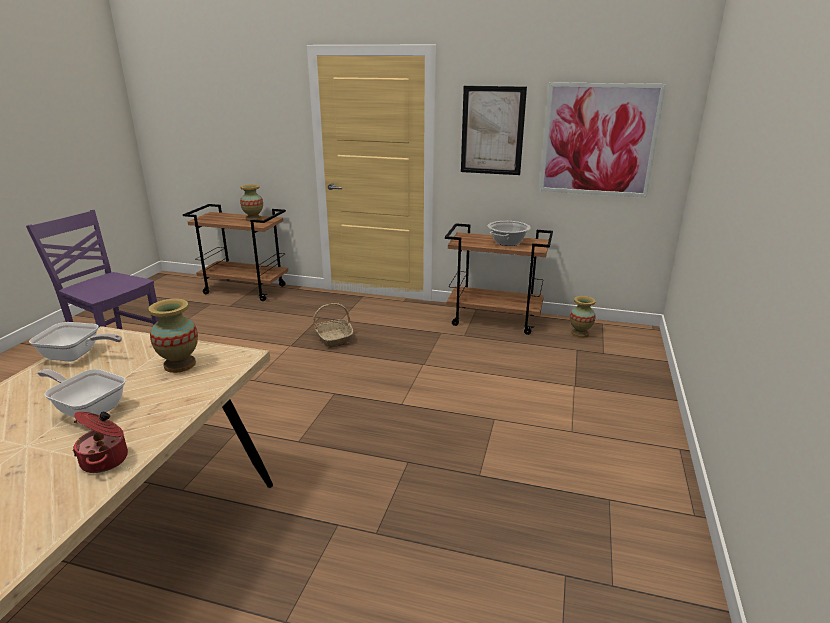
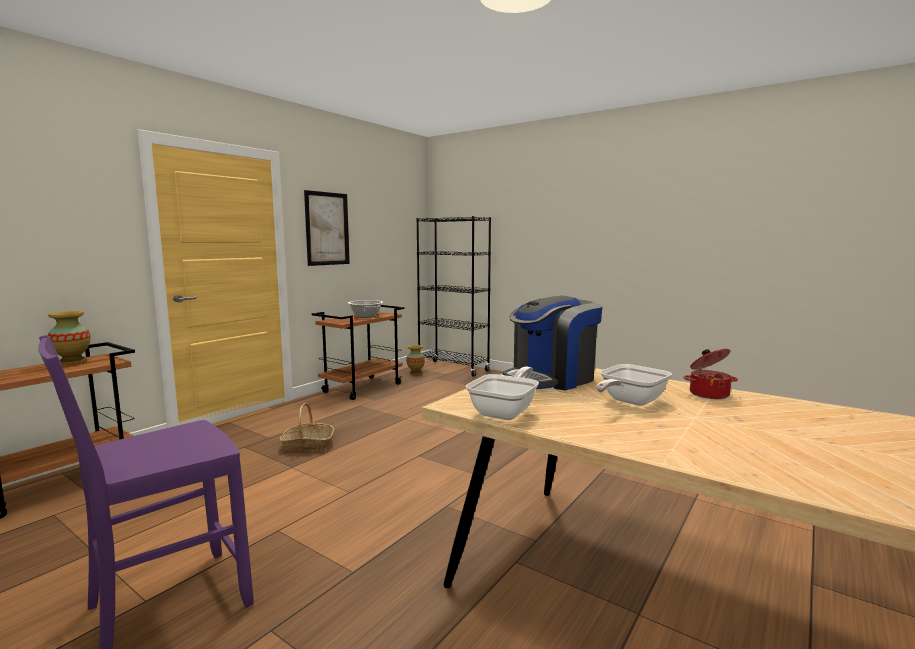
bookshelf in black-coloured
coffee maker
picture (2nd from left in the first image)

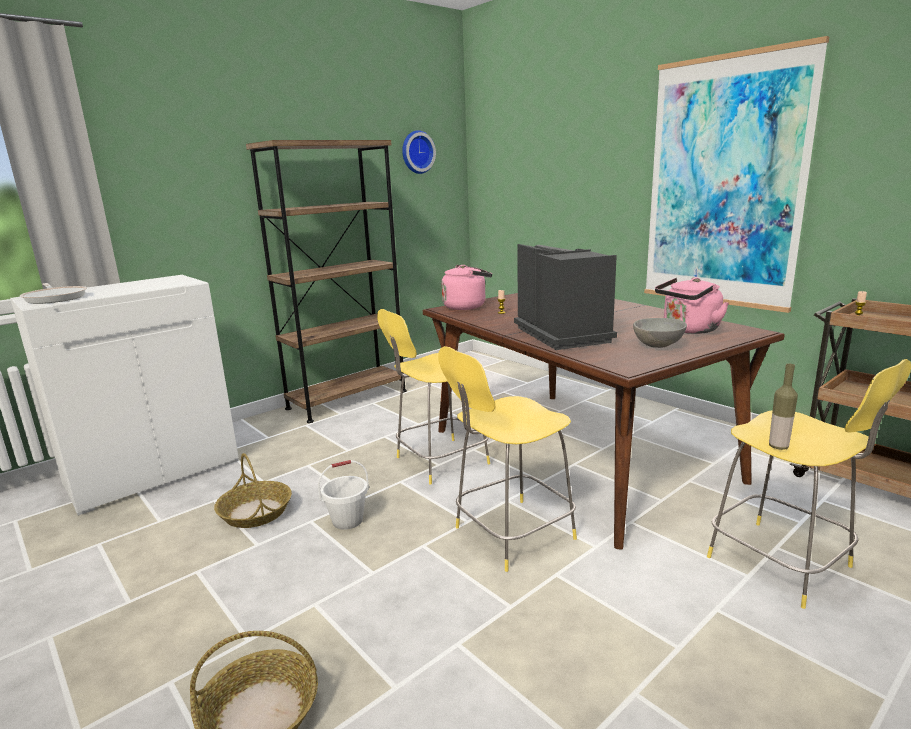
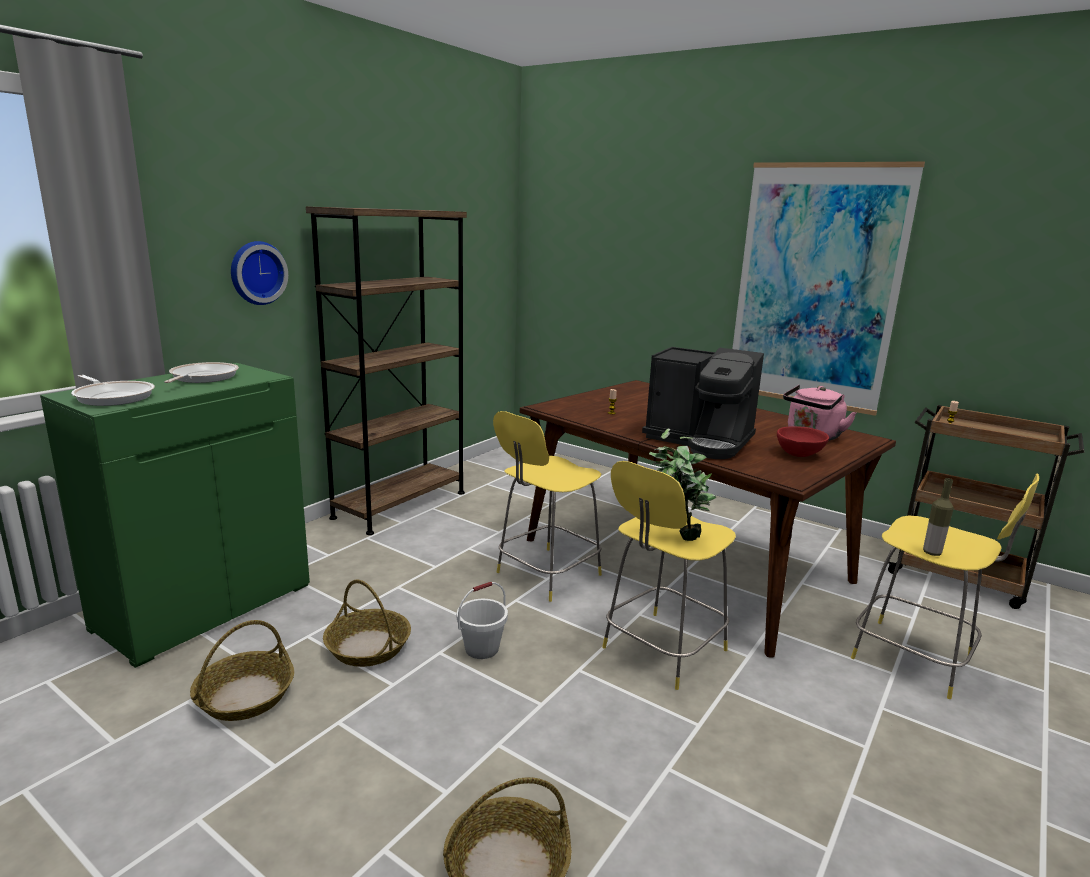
cupboard in green-coloured
pan (2nd from left)
storage basket (1st from left)
clock on the wall
coffee maker
potted plant
serving bowl in reddish
tea kettle in pink-coloured (1st from left in the first image)

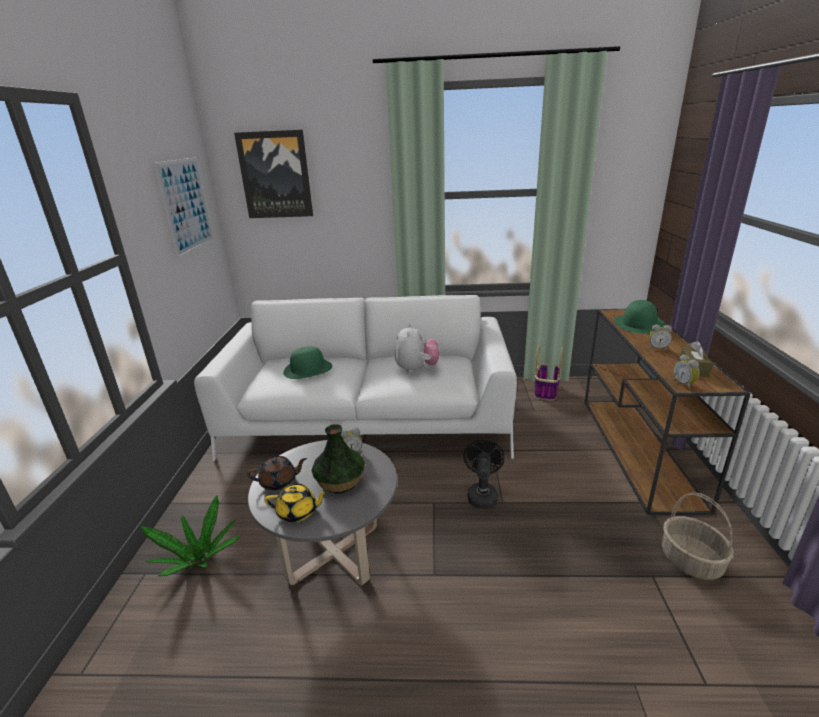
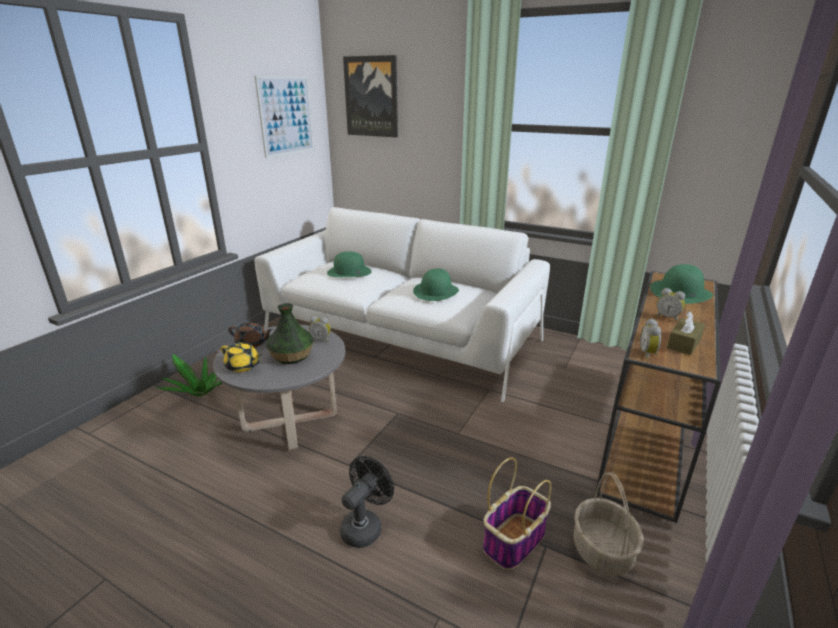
fan in black-coloured
hat in green-coloured (2nd from left)
storage basket (1st from left)

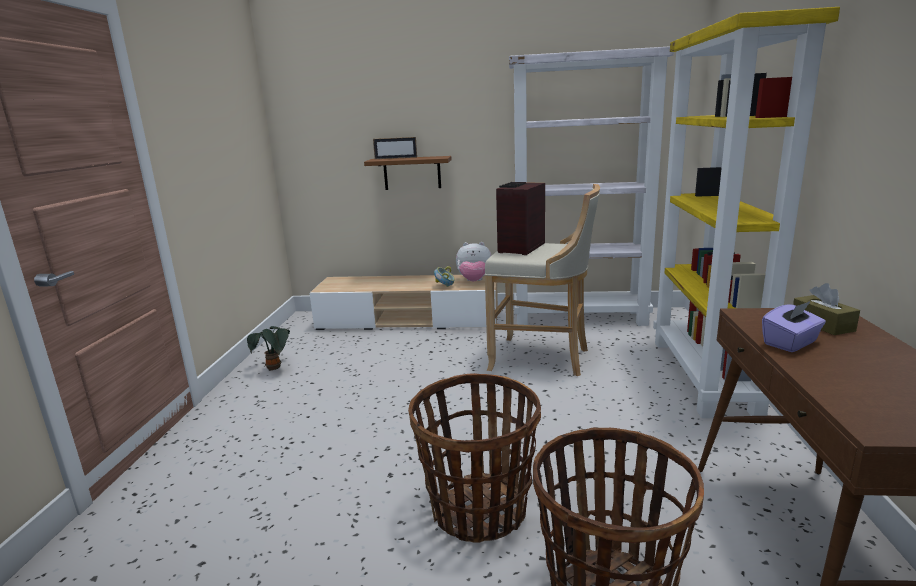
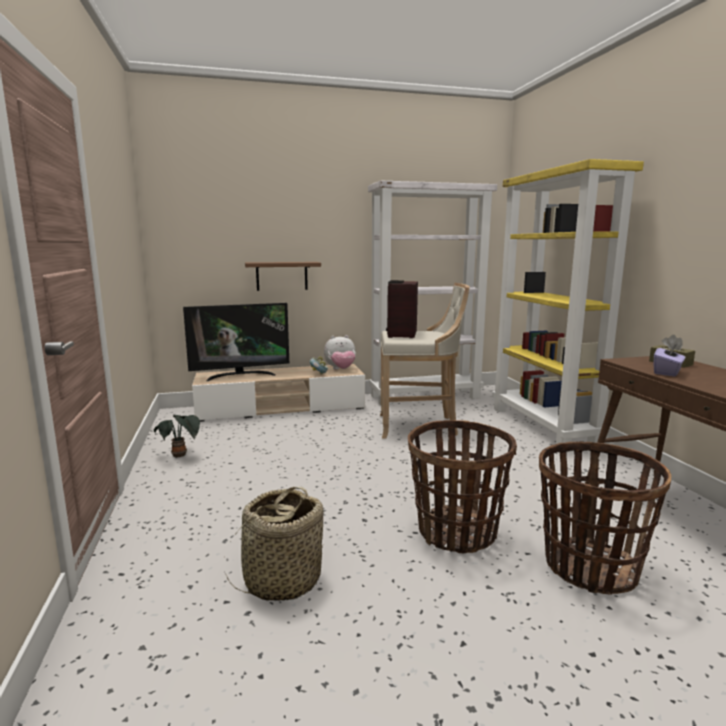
TV
storage basket (1st from left)
standing frame

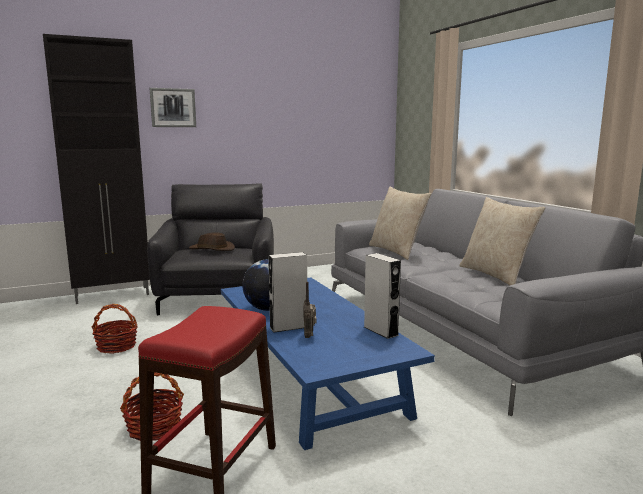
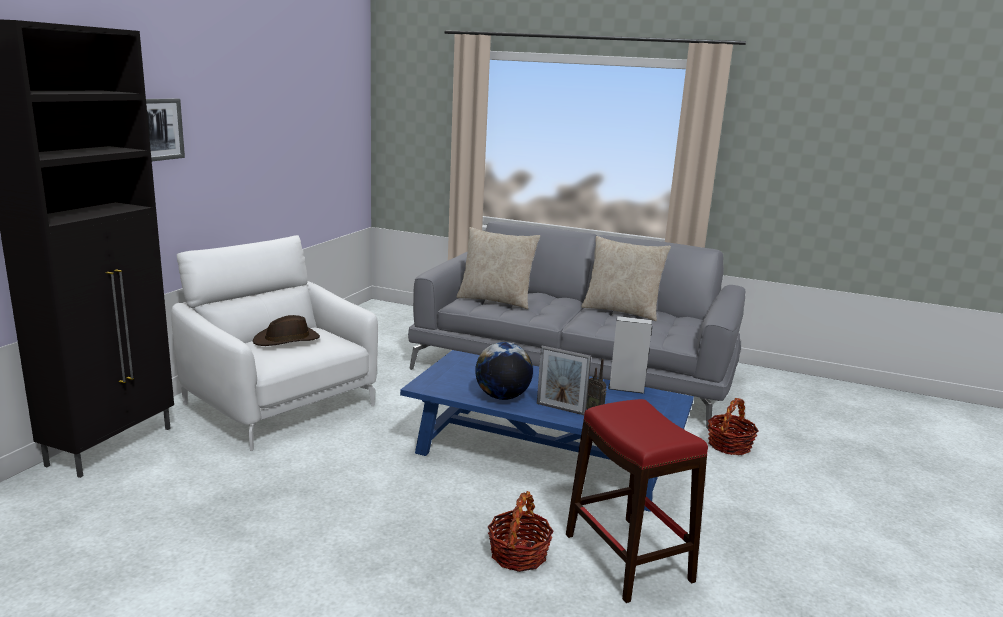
lounge chair in whitish
standing frame
storage basket (2nd from left)

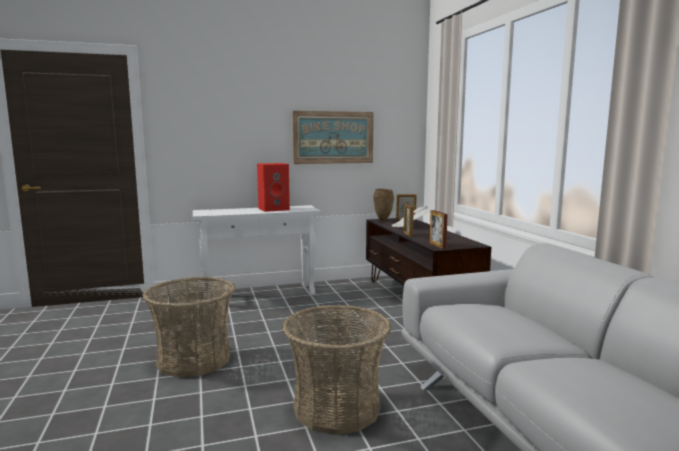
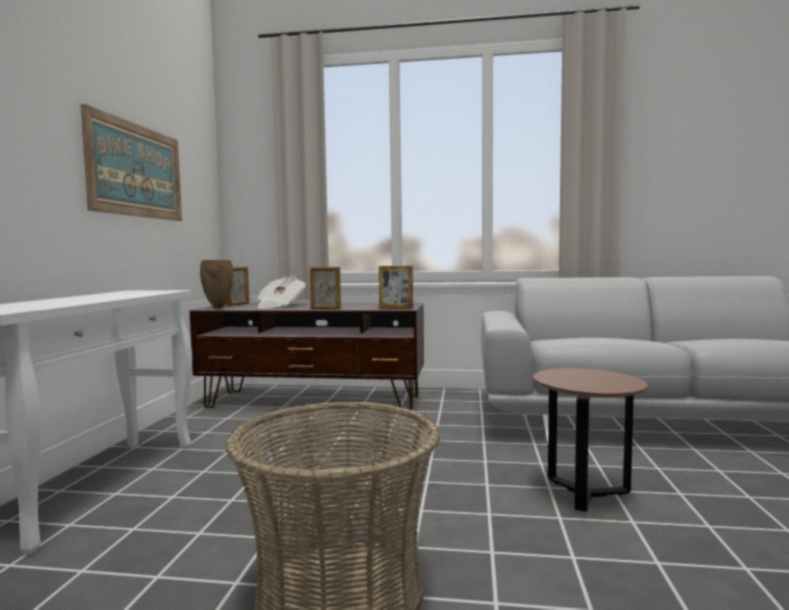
end table in brownish
audio speaker in reddish

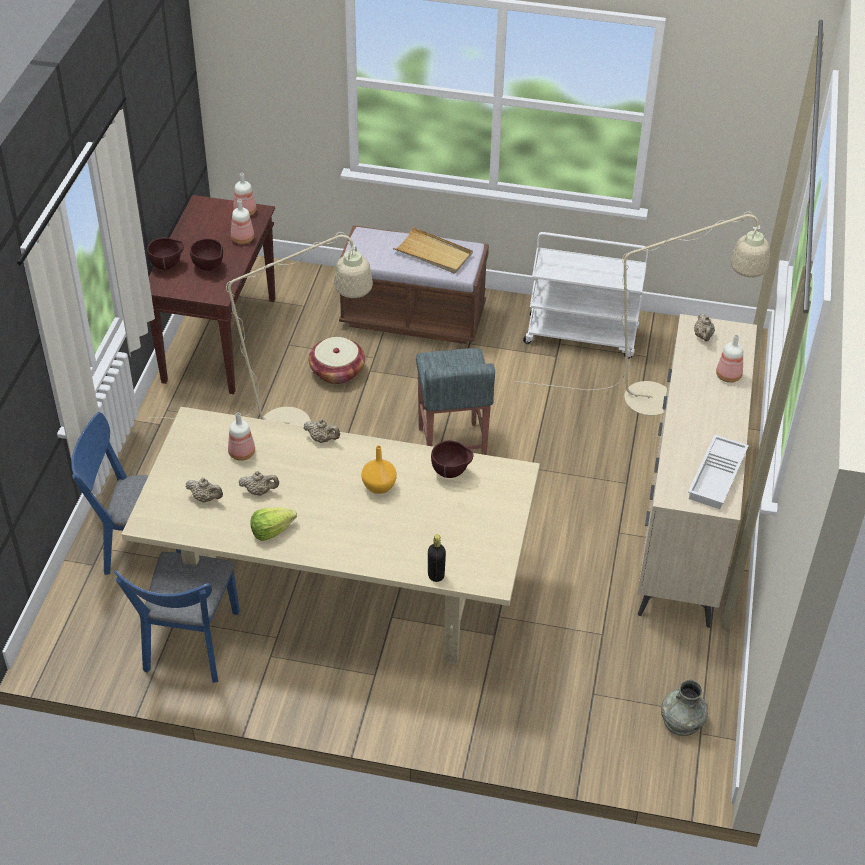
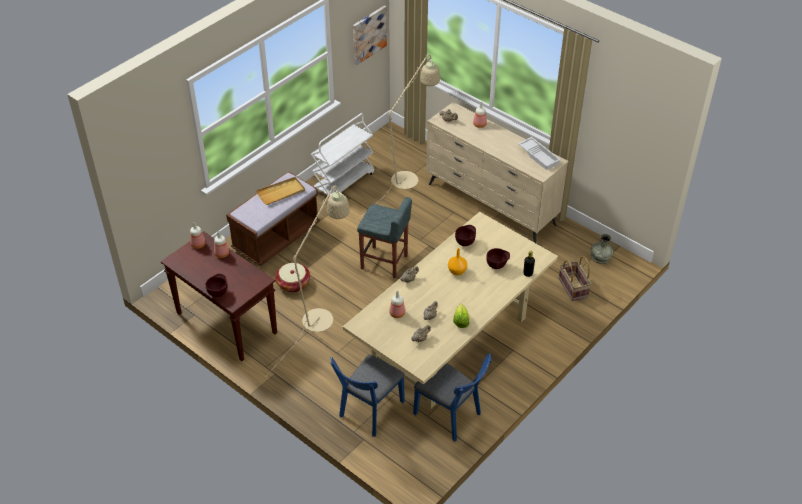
picture
serving bowl in brownish (3rd from left)
storage basket (2nd from left)

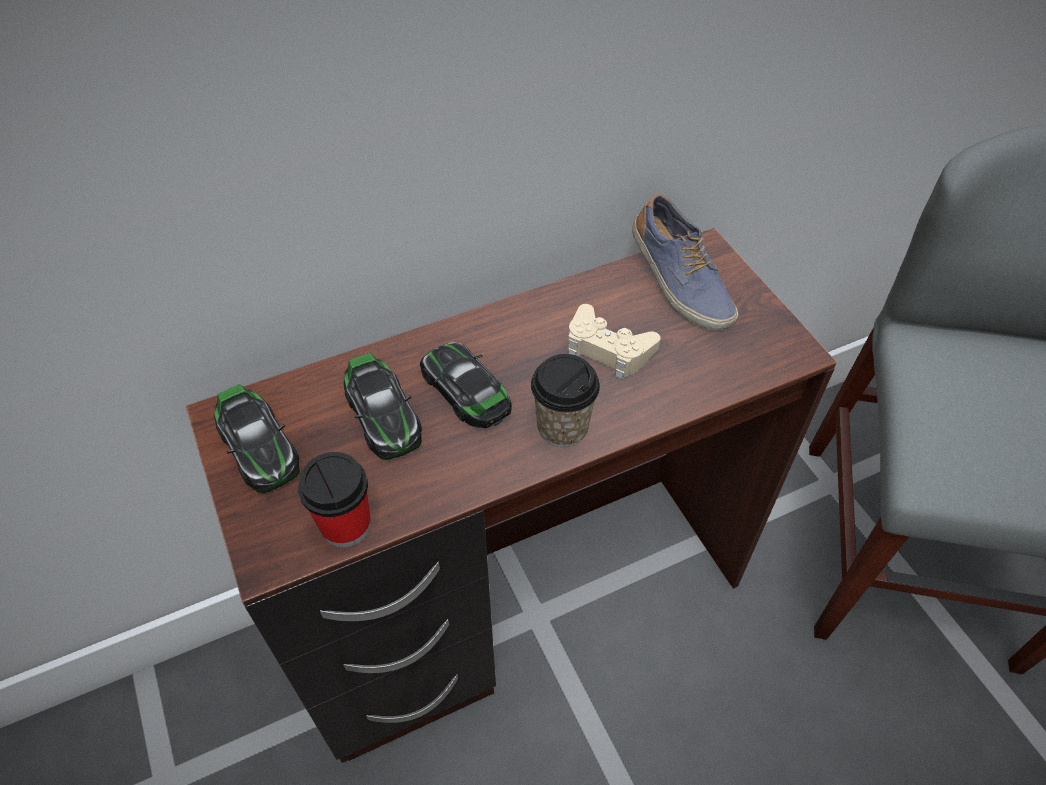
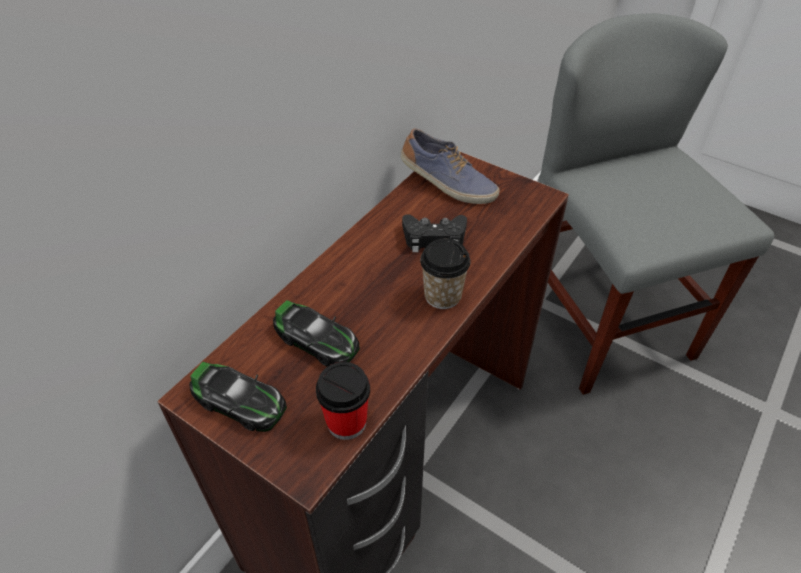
joypad in black-coloured
model car (3rd from left in the first image)

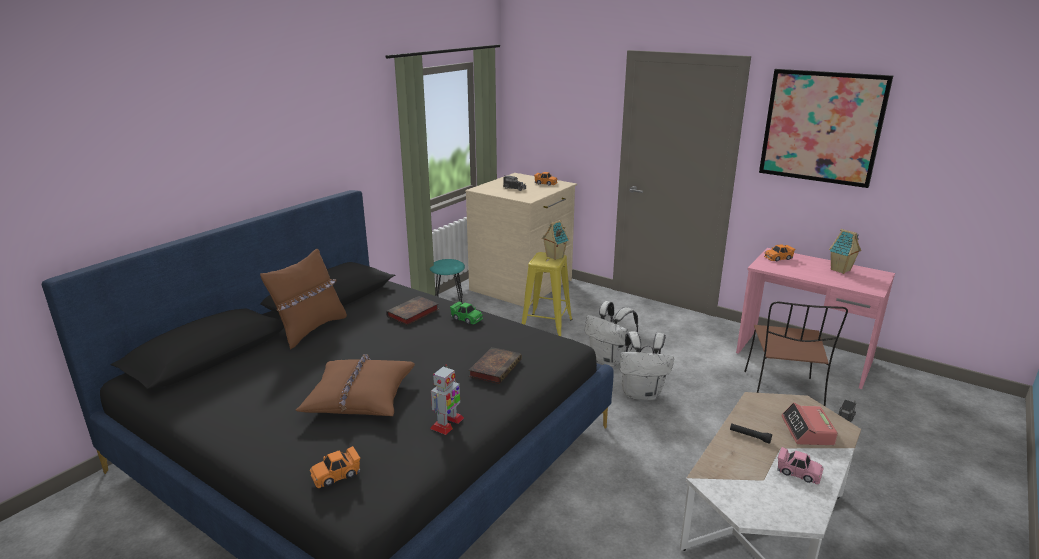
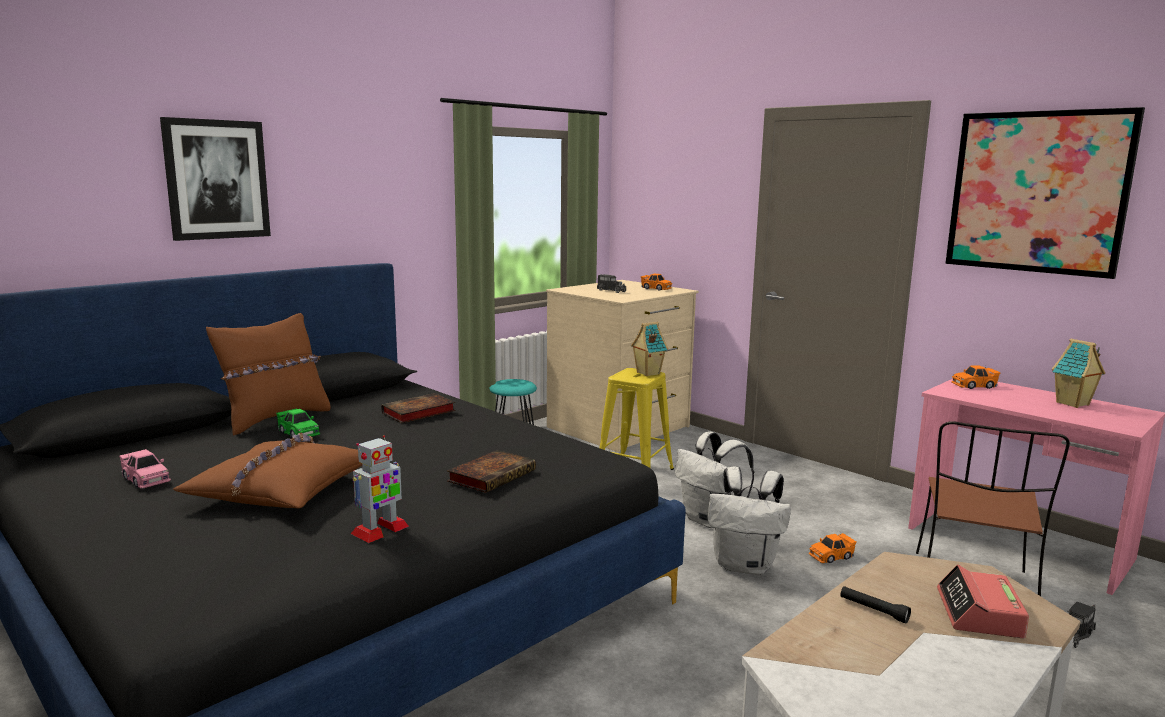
model car in pink-coloured
picture (1st from left)
model car in green-coloured
model car in orange-coloured (2nd from left)

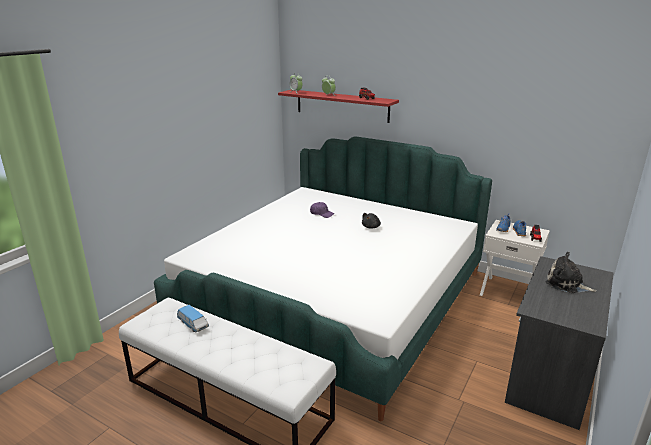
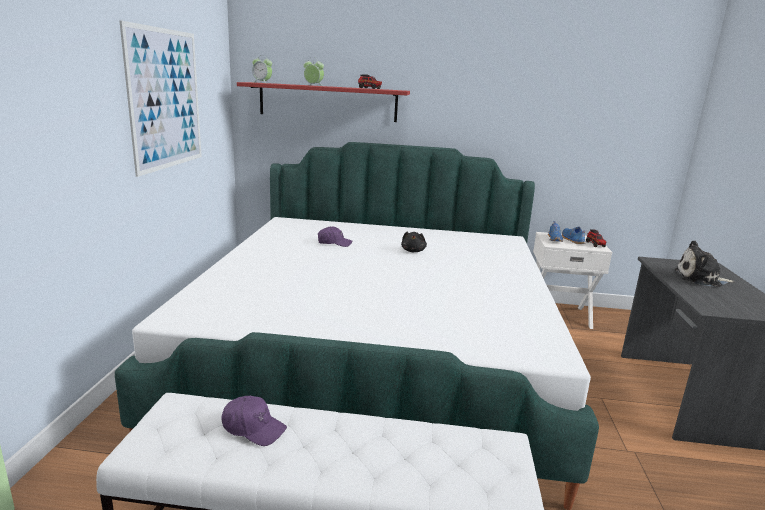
picture
cap in purple (1st from left)

